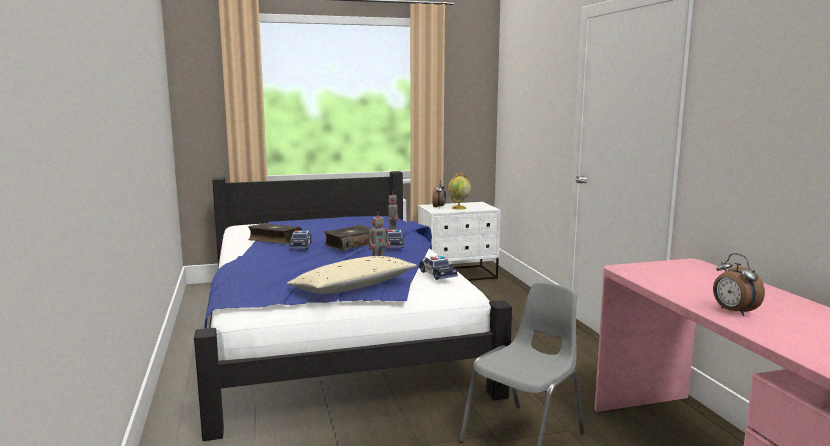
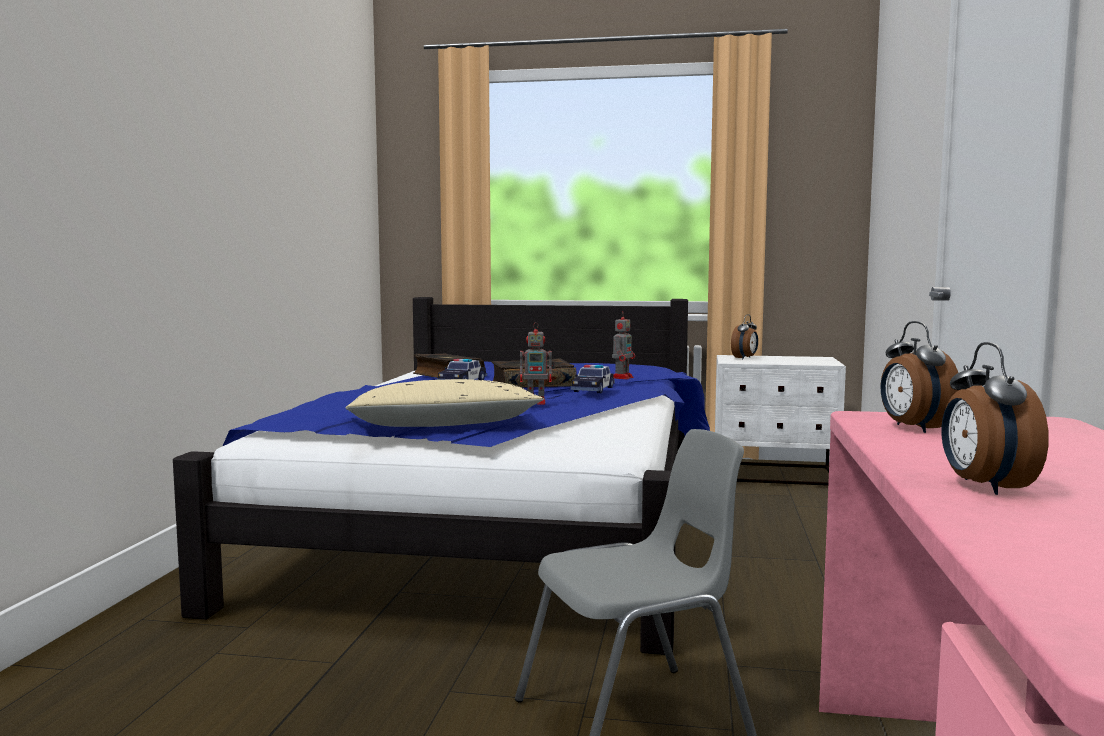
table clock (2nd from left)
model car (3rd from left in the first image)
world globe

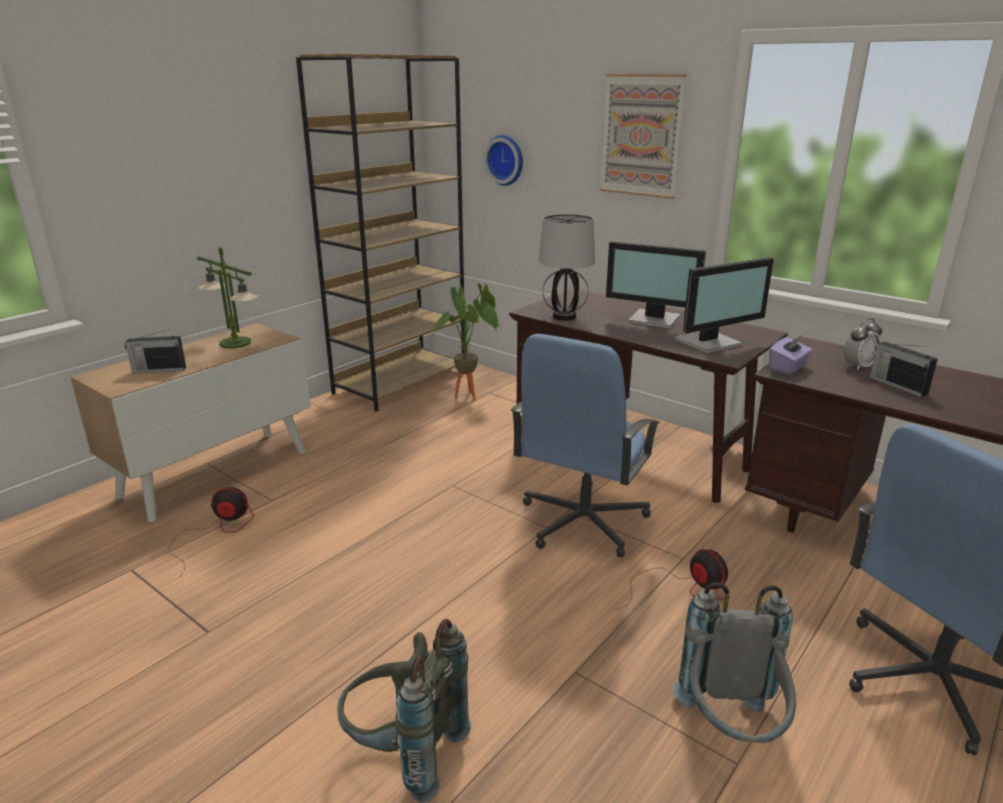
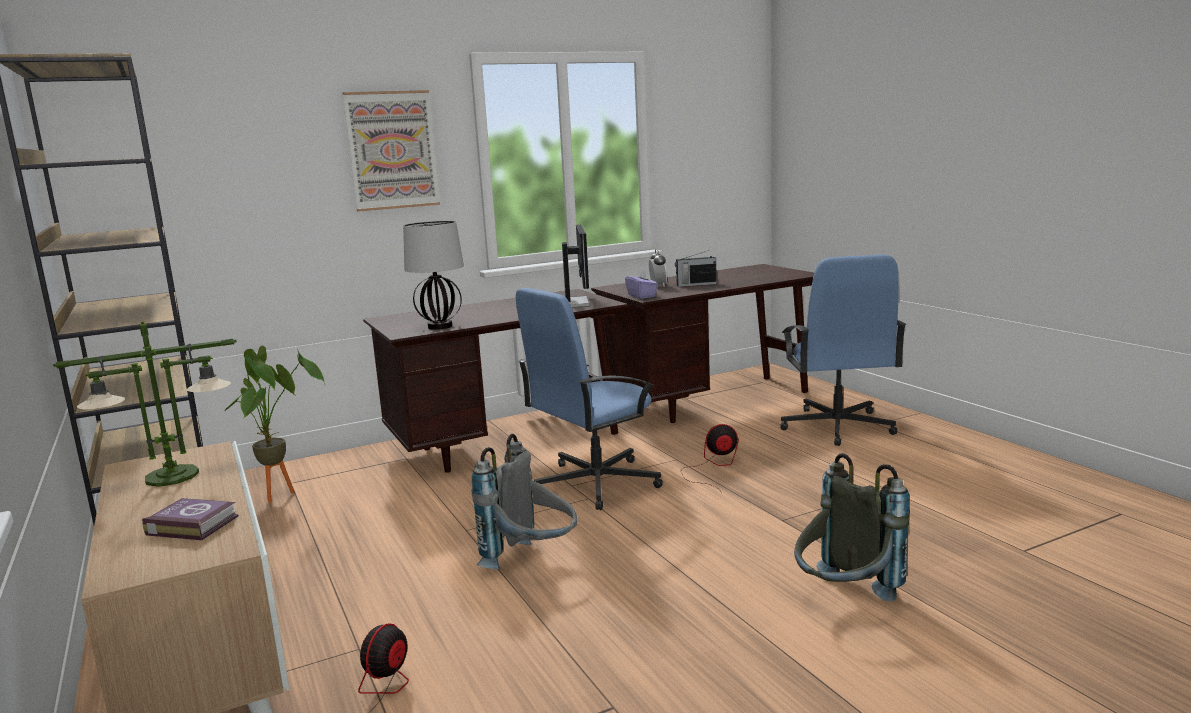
volume
backpack in grey (1st from left)
office chair in blue-coloured (1st from left)
clock on the wall
monitor (1st from left in the first image)

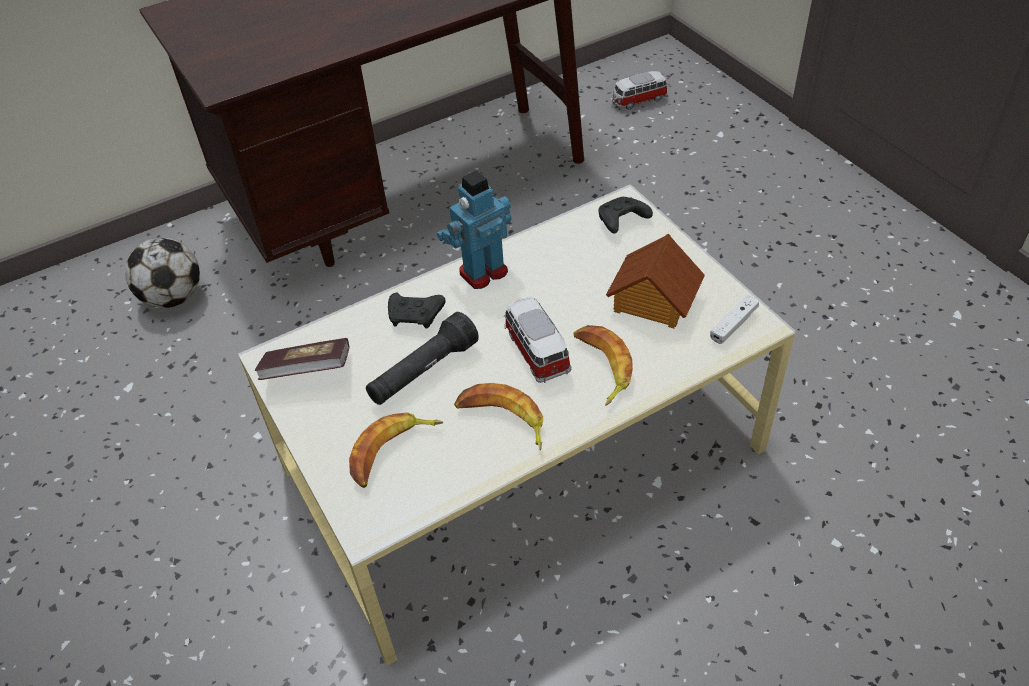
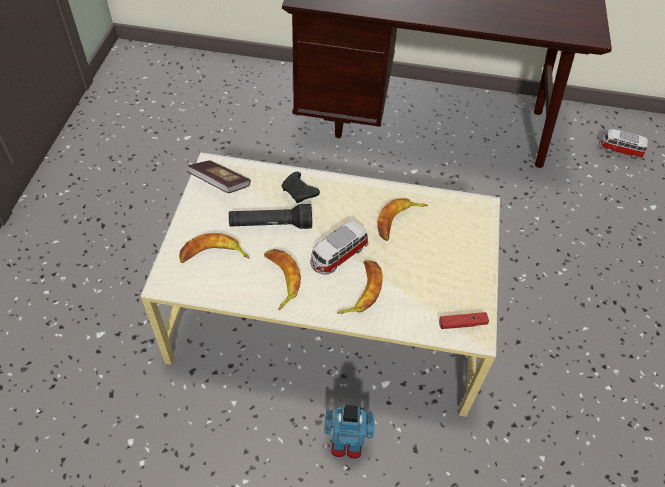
model car (1st from left)
robot figure
banana fruit (4th from left)
joypad in reddish
ball for football
joypad in black-coloured (2nd from left in the first image)
model house

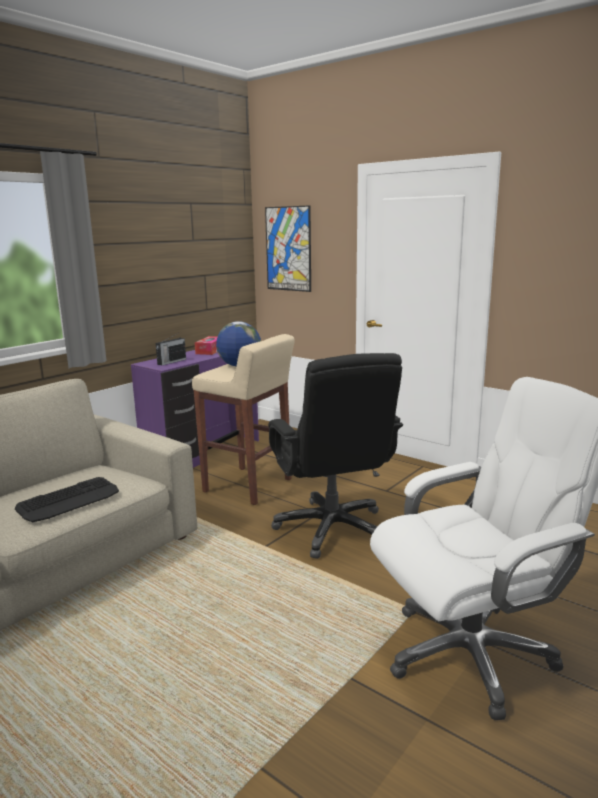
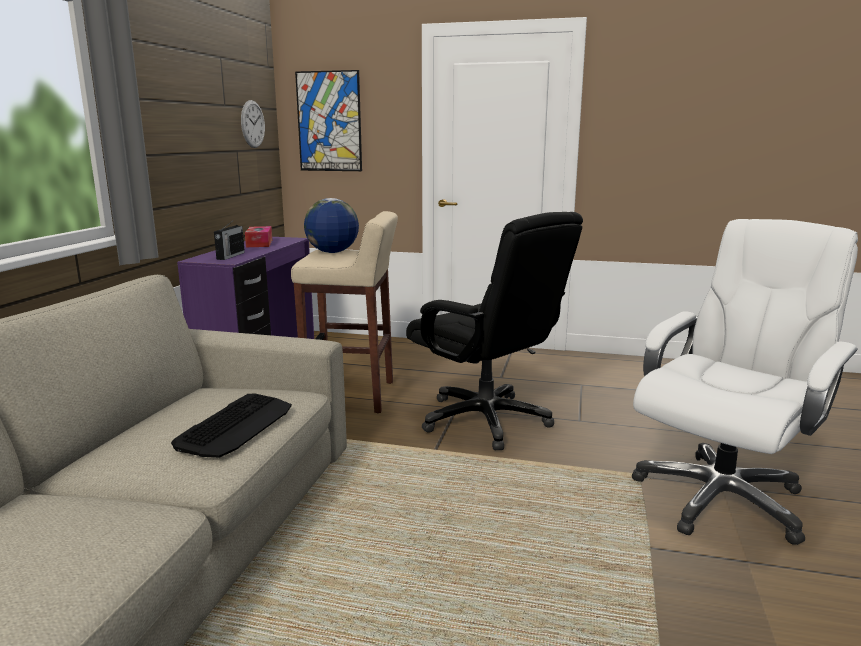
clock on the wall

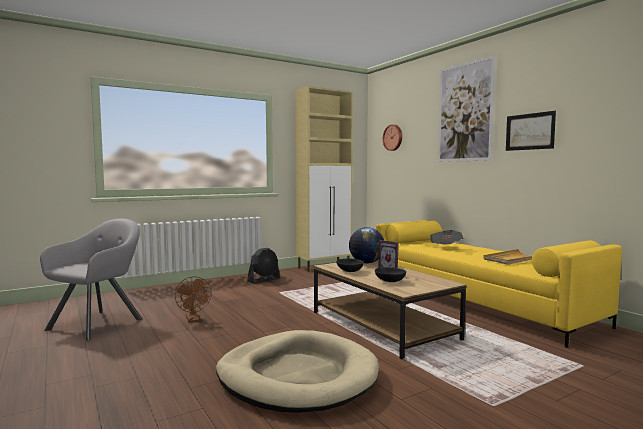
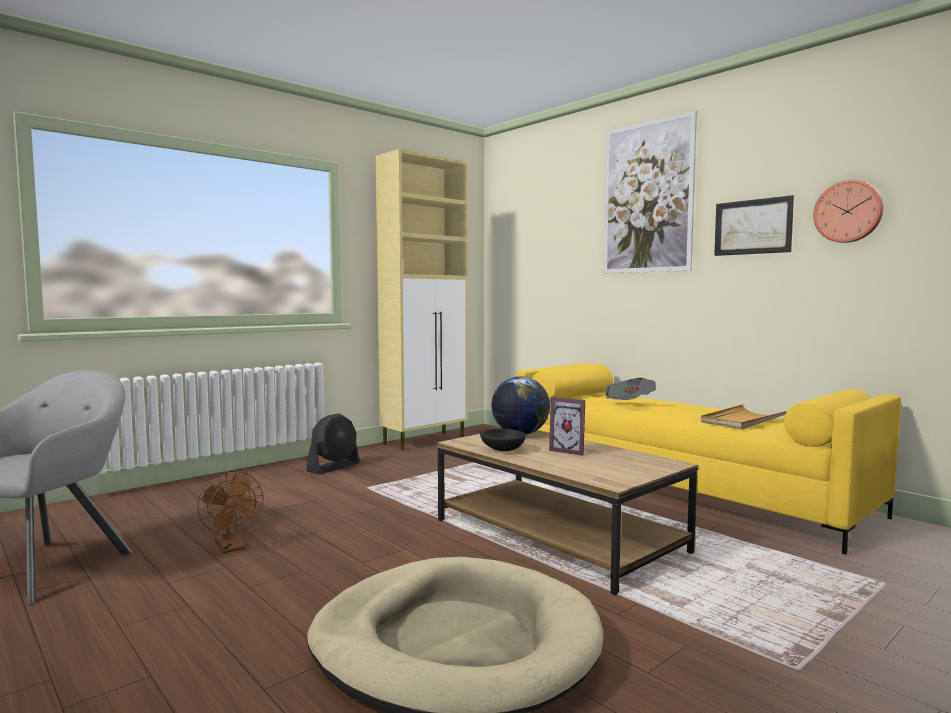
clock on the wall
serving bowl in black-coloured (2nd from left in the first image)

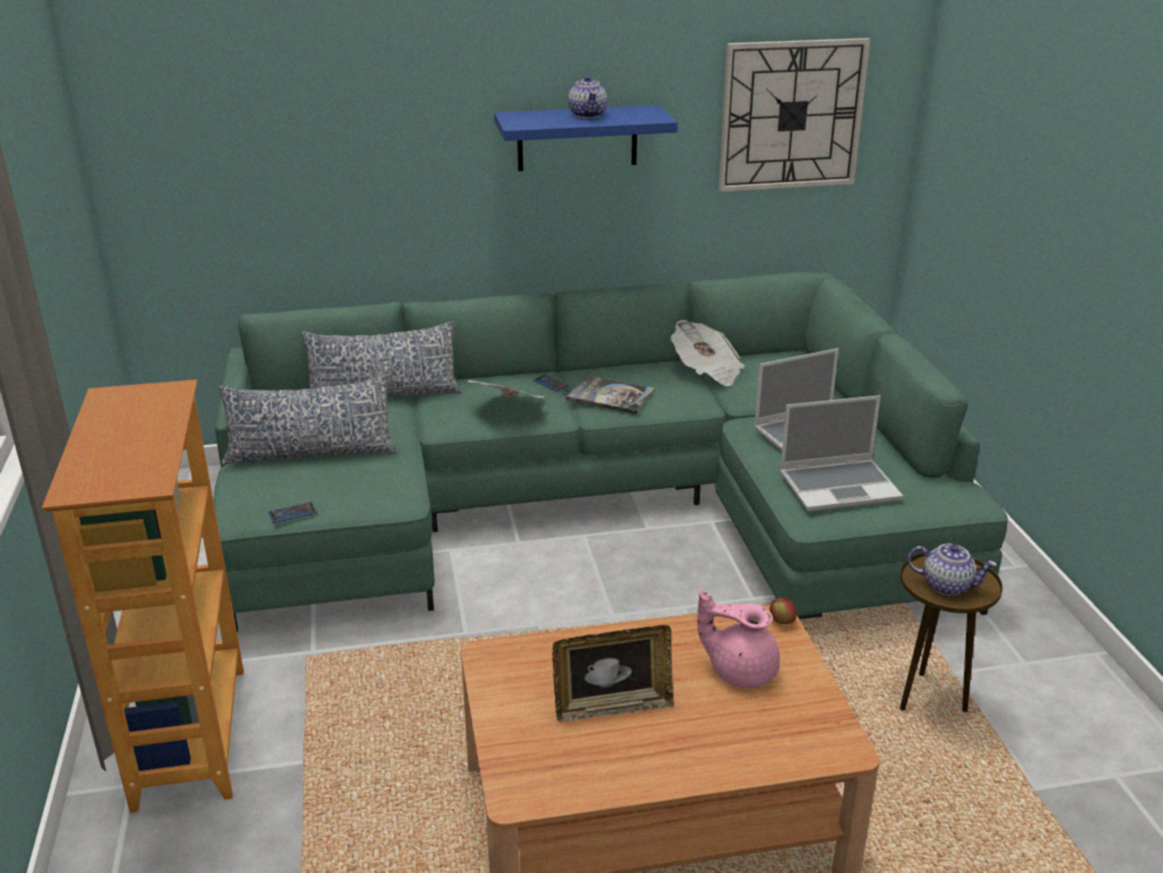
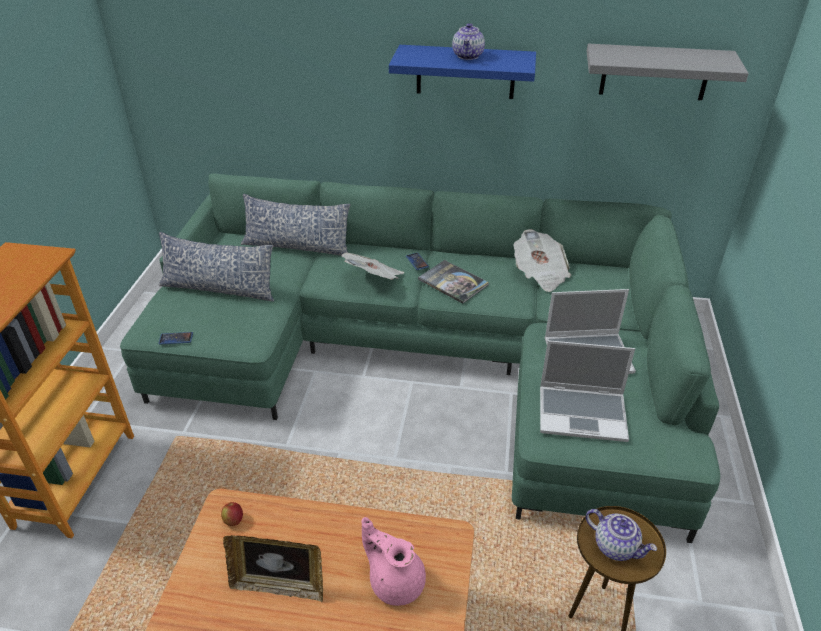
whole apple
bracket shelf in grey

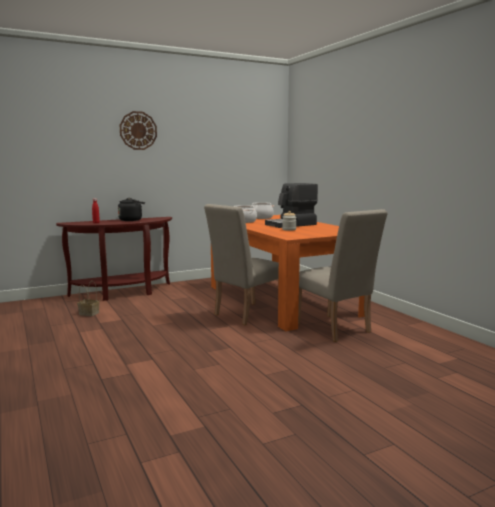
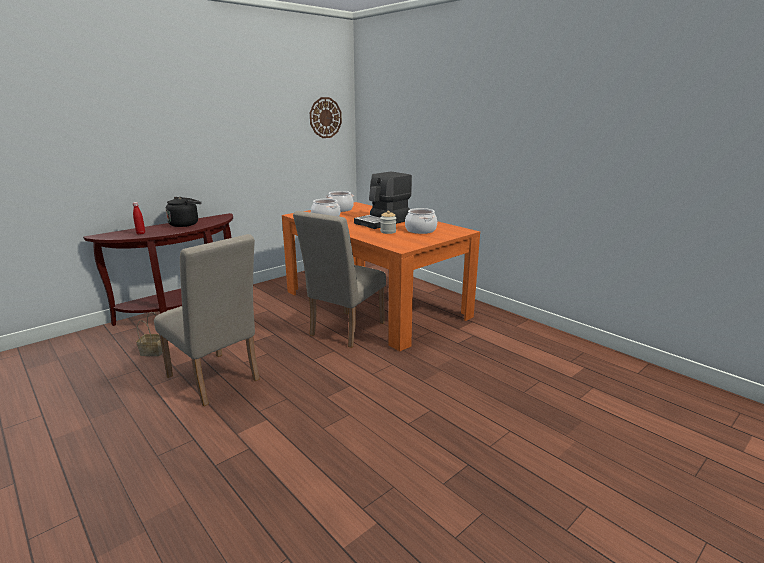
plain chair in beige-coloured (1st from left)
clock on the wall
stockpot (3rd from left)

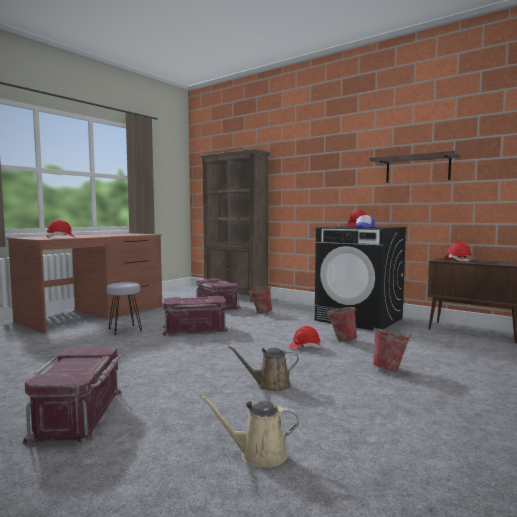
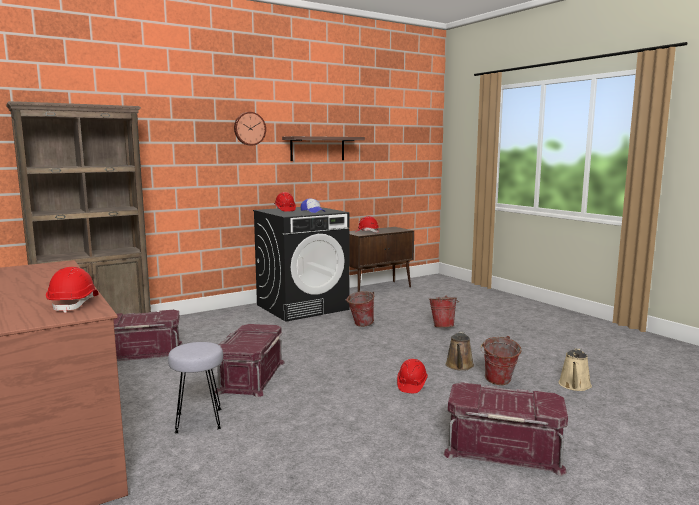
clock on the wall
hard hat in reddish (4th from left)
water bucket (3rd from left)

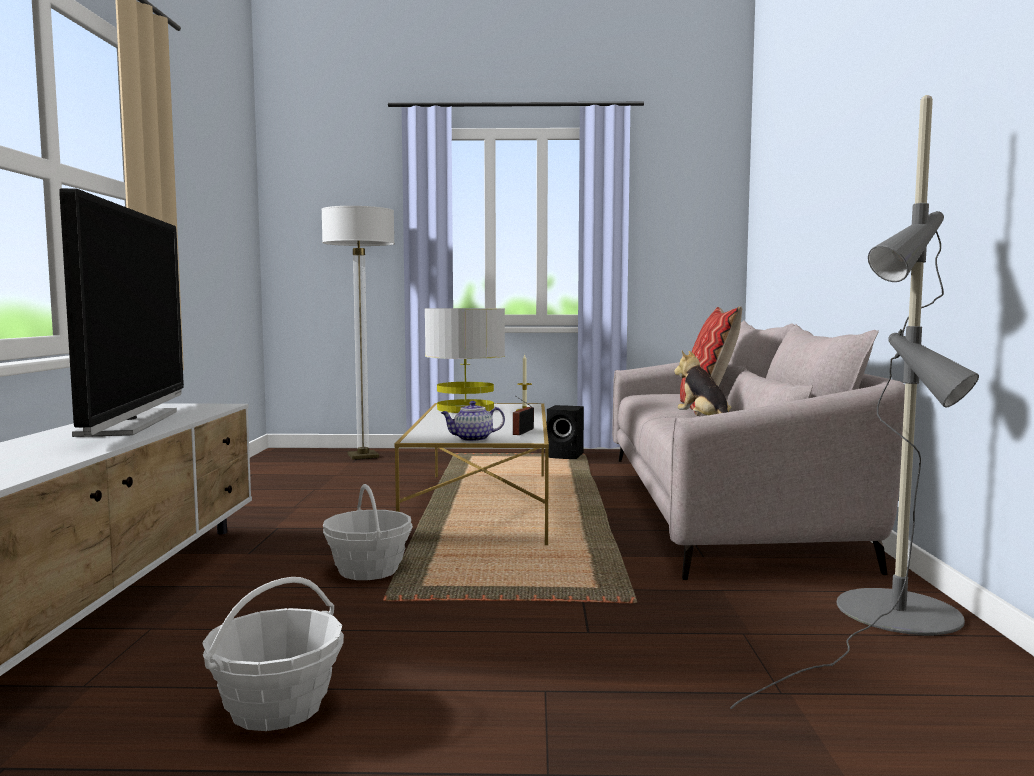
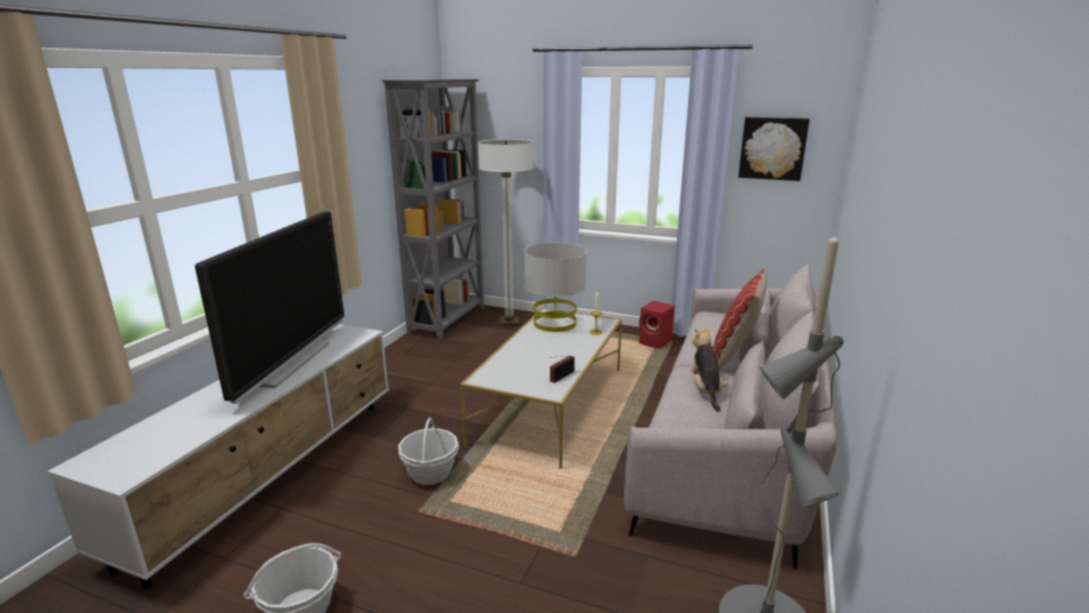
bookshelf in grey
audio speaker in reddish
picture
teapot

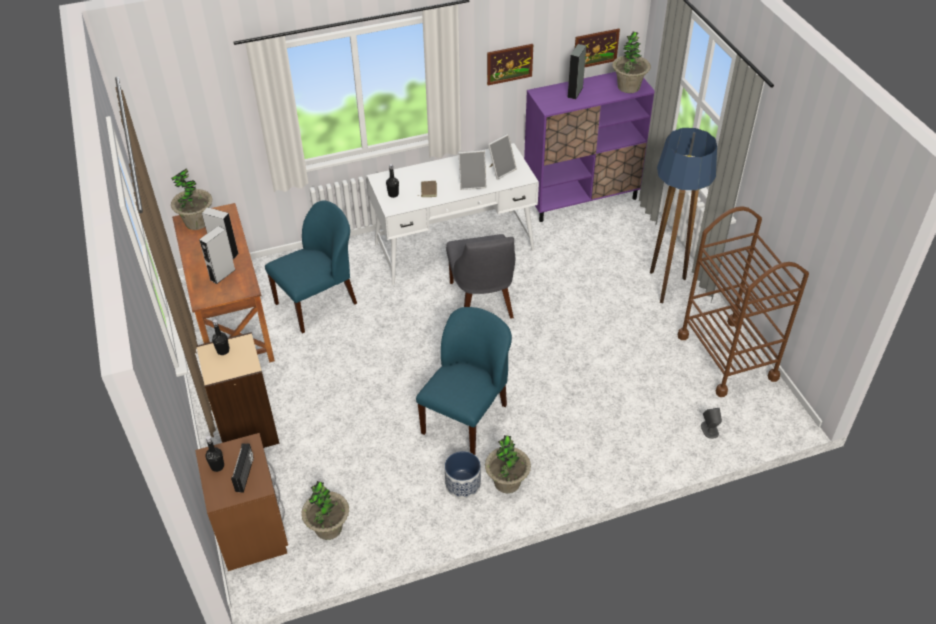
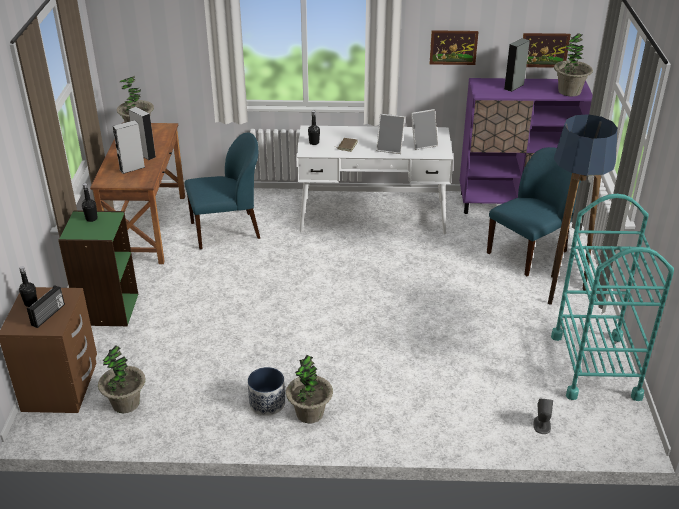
bookshelf in green-coloured
plain chair in blue-coloured (2nd from left)
trolley in turquoise
plain chair in grey

